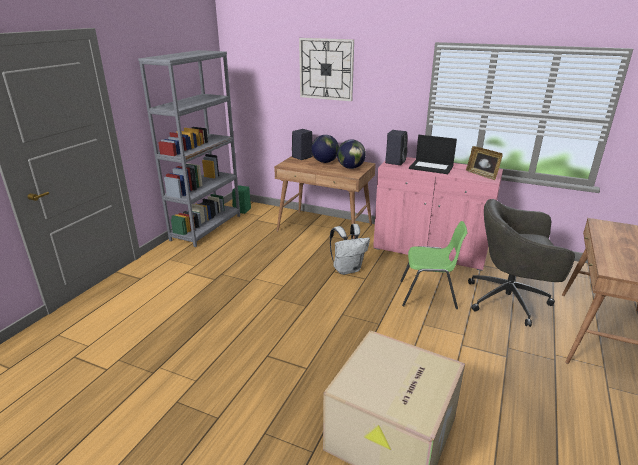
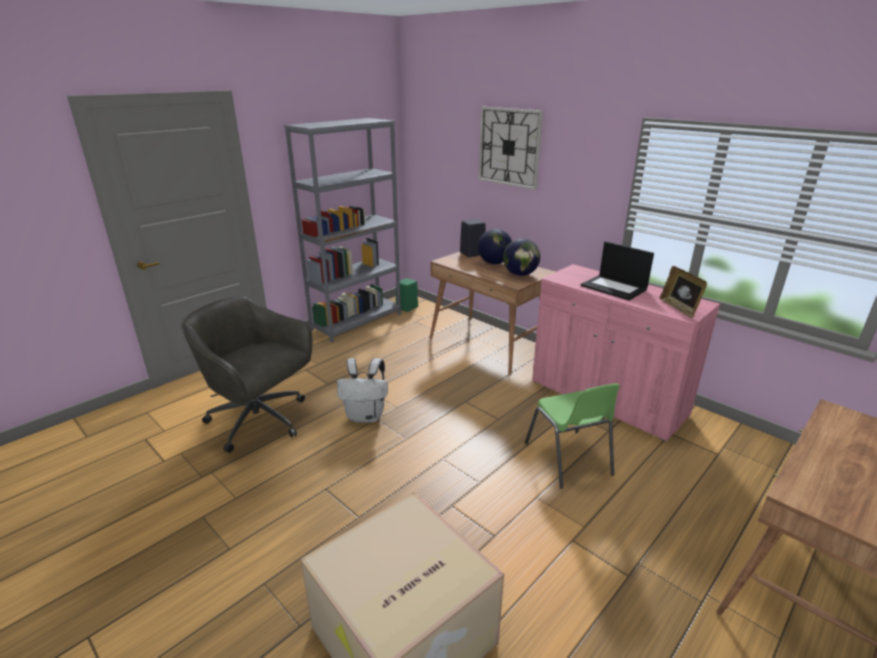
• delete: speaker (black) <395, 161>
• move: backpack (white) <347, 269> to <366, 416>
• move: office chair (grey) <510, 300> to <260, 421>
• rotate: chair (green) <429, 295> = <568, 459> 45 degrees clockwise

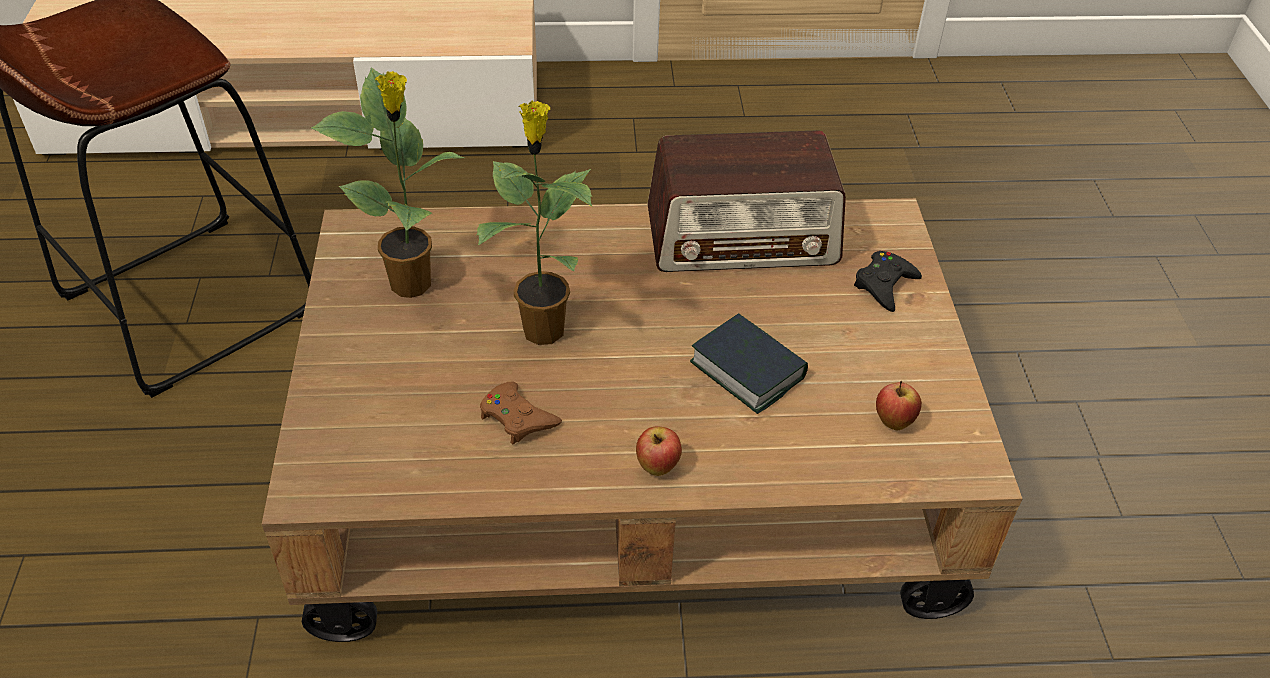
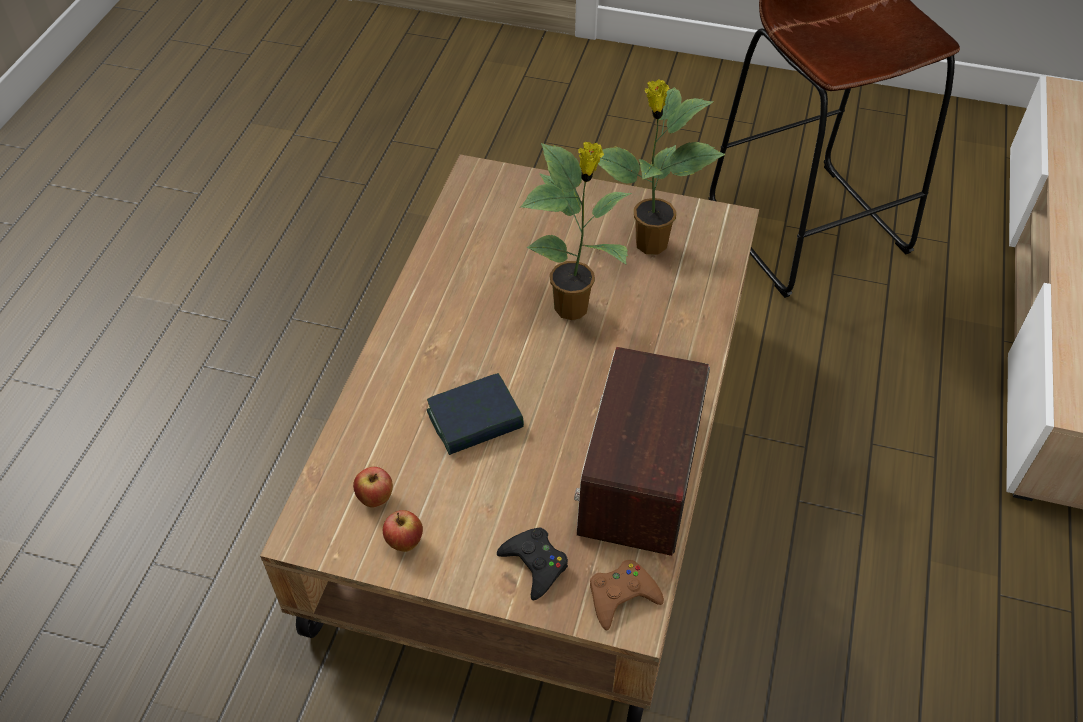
• move: game controller (brown) <517, 418> to <622, 596>
• move: apple <657, 467> to <404, 542>

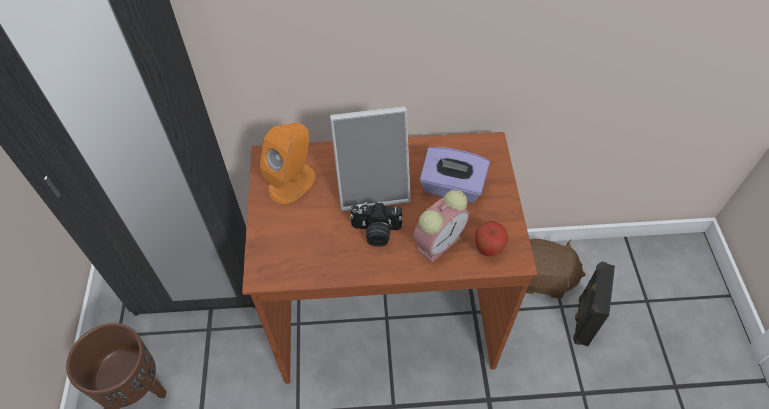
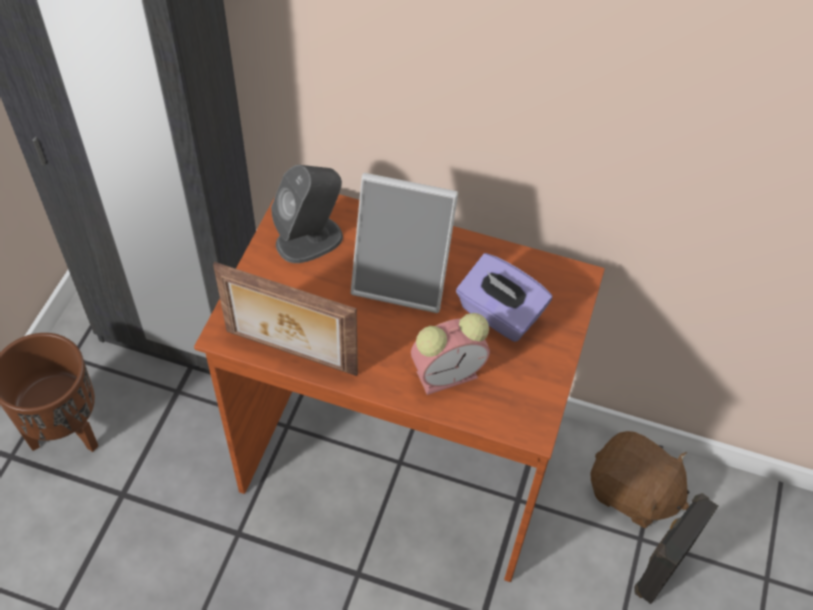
• delete: photo camera <376, 232>
• delete: apple <488, 249>
• insert: picture frame <290, 354>
• recolor: speaker (orange) <292, 182> to speaker (grey) <310, 239>

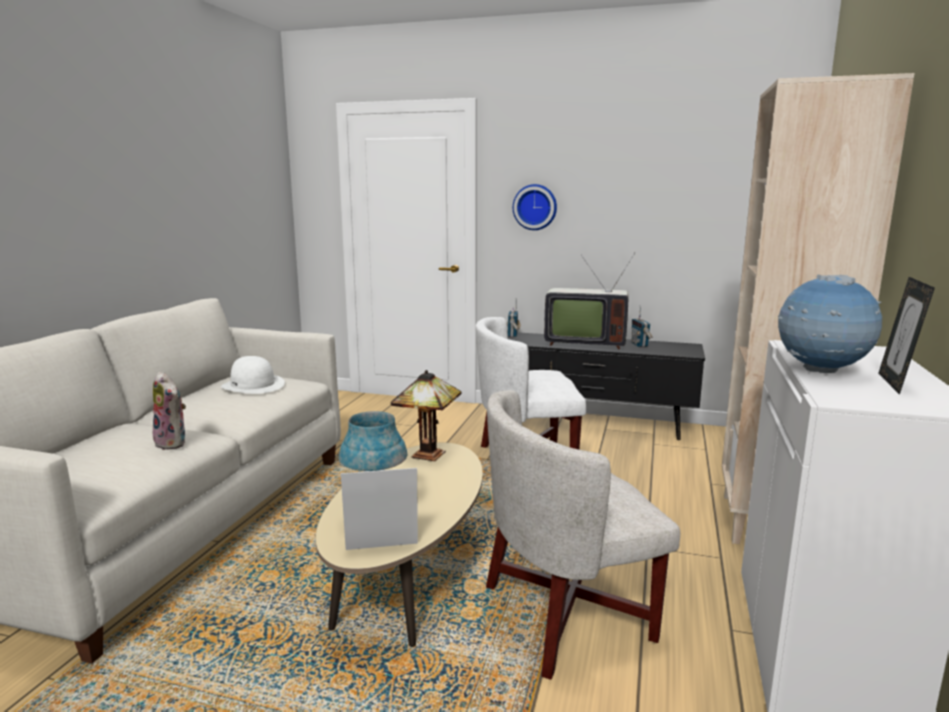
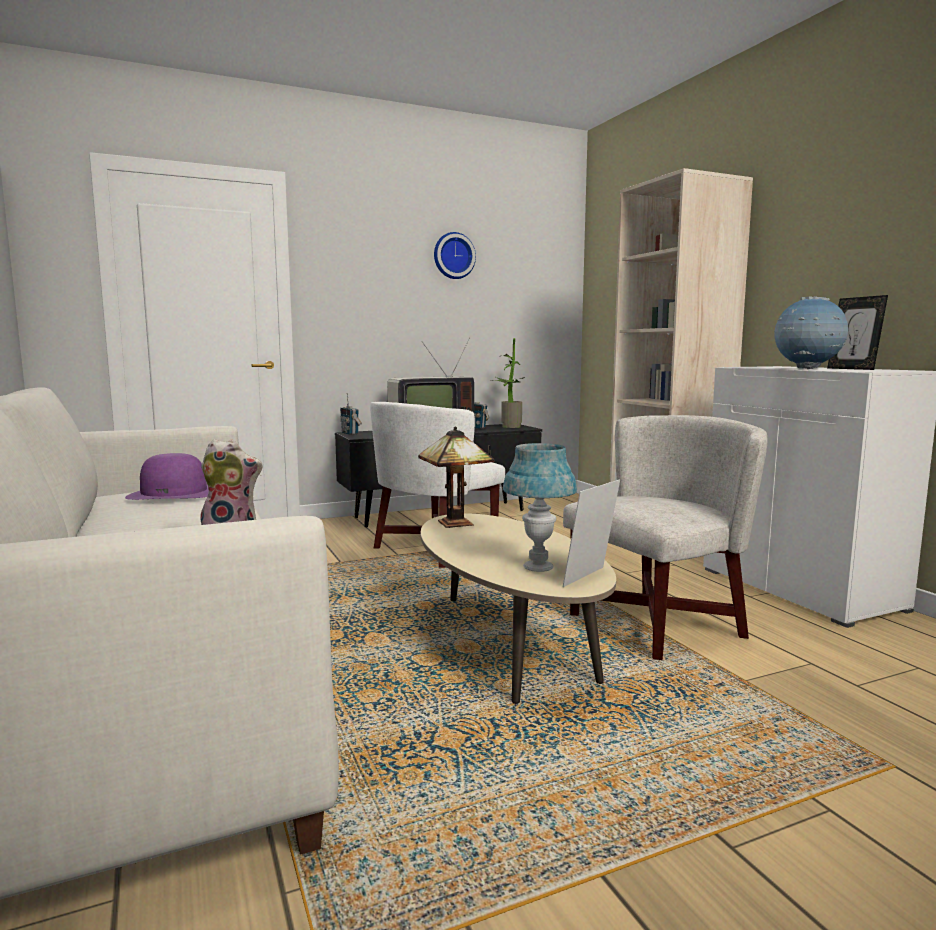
• insert: potted plant <508, 426>
• move: wall clock <535, 207> to <453, 256>
• recolor: hat (white) <253, 385> to hat (purple) <174, 494>
• rotate: armchair (white) <566, 614> = <655, 624> 150 degrees counterclockwise

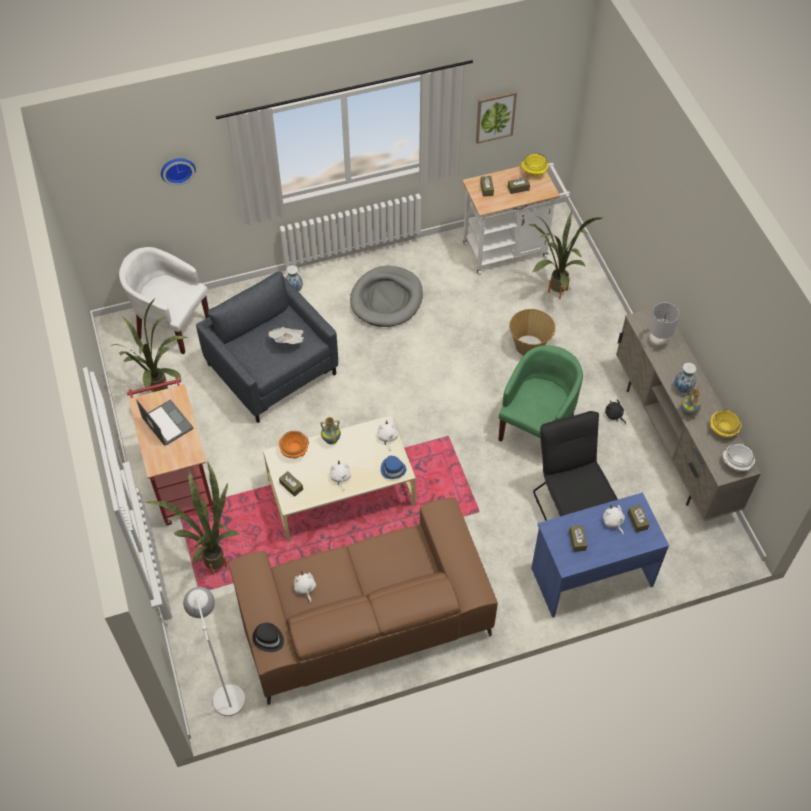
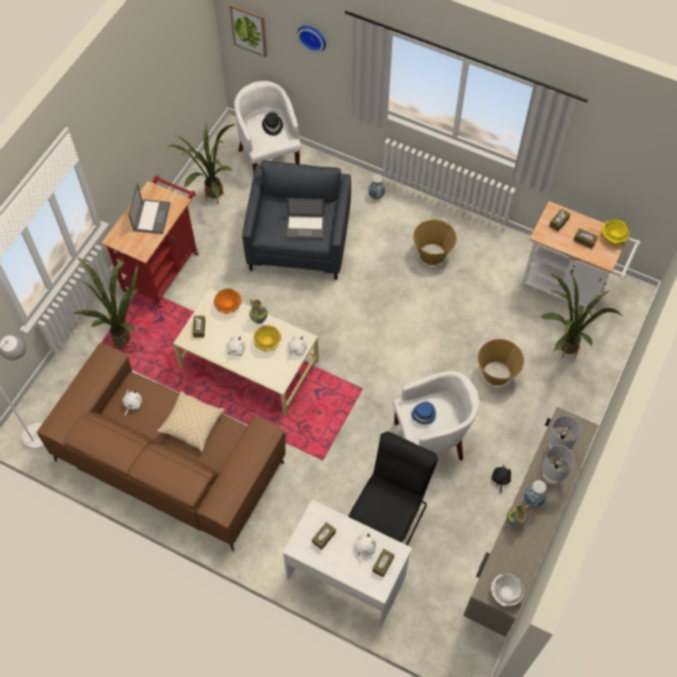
• insert: pillow (beige) <192, 425>
• insert: table lamp (grey) <551, 477>
• move: hat (black) <268, 639> to <272, 126>
• move: hat (blue) <393, 469> to <424, 414>
• move: picture <495, 116> to <249, 29>
• move: bowl (yellow) <723, 429> to <267, 343>
• replace: newspaper <288, 341> to laptop <305, 226>
• replace: dog bed (grey) <387, 299> to basket <432, 254>
• recolor: armchair (green) <537, 428> to armchair (white) <431, 438>
• recolor: desk (blue) <590, 576> to desk (white) <346, 576>

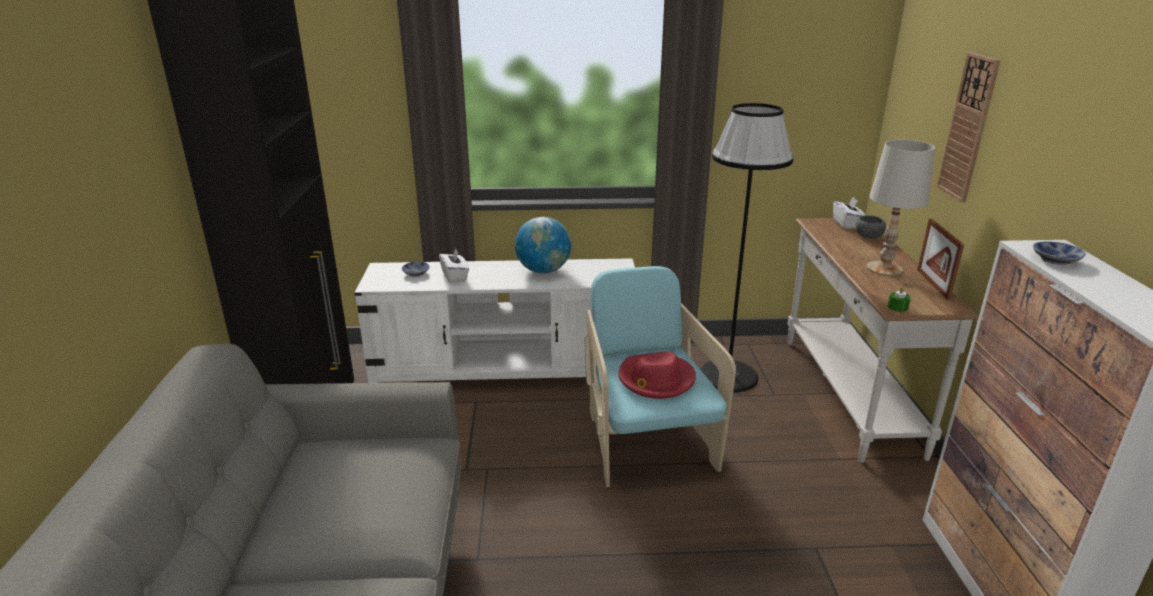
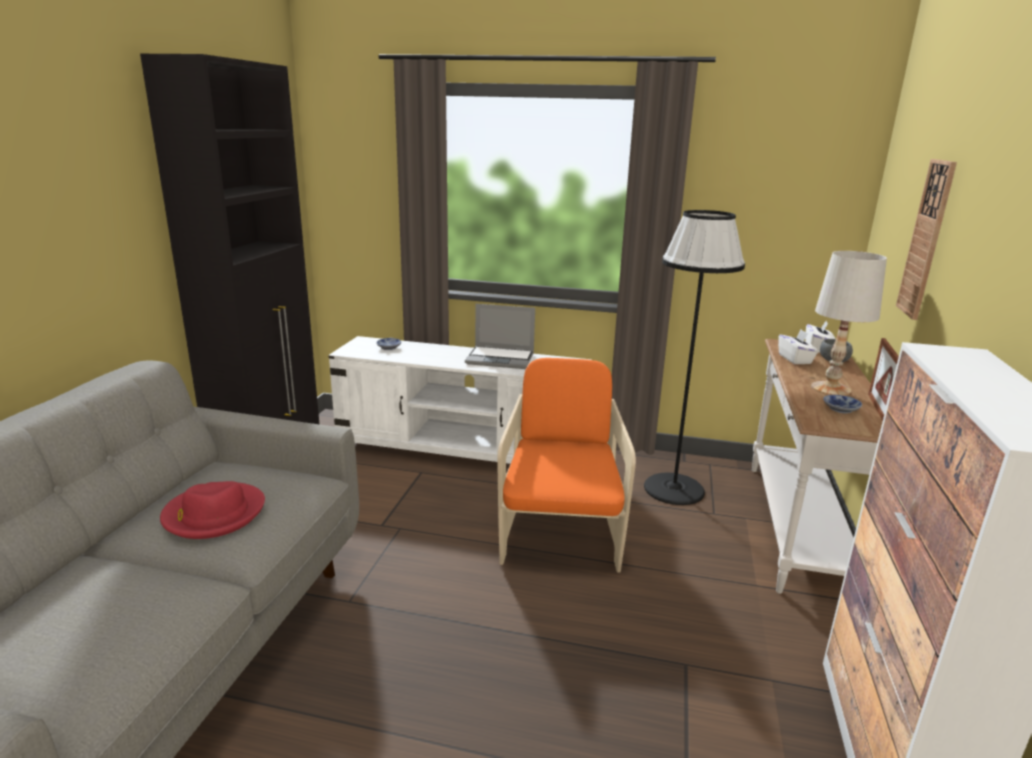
• delete: candle (green) <897, 307>
• move: tissue box (white) <455, 276> to <795, 359>
• move: hat (red) <655, 379> to <214, 514>
• move: bowl <1057, 259> to <842, 409>
• replace: globe <543, 270> to laptop <501, 359>
• recolor: armchair (turquoise) <646, 442> to armchair (orange) <560, 533>

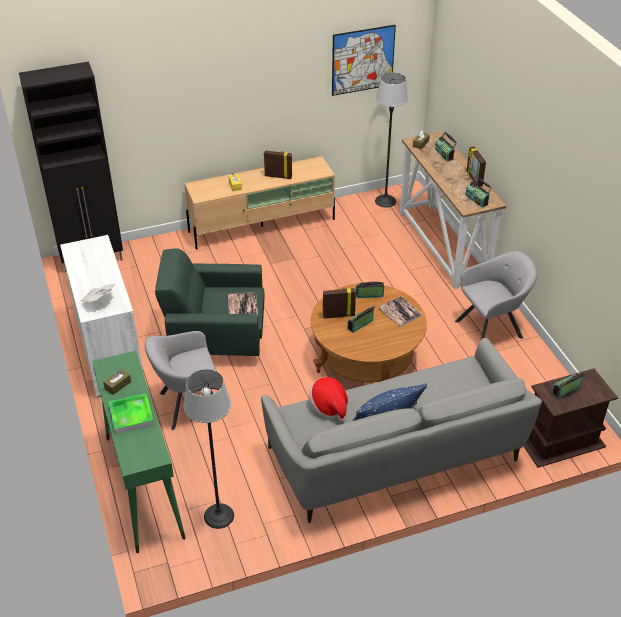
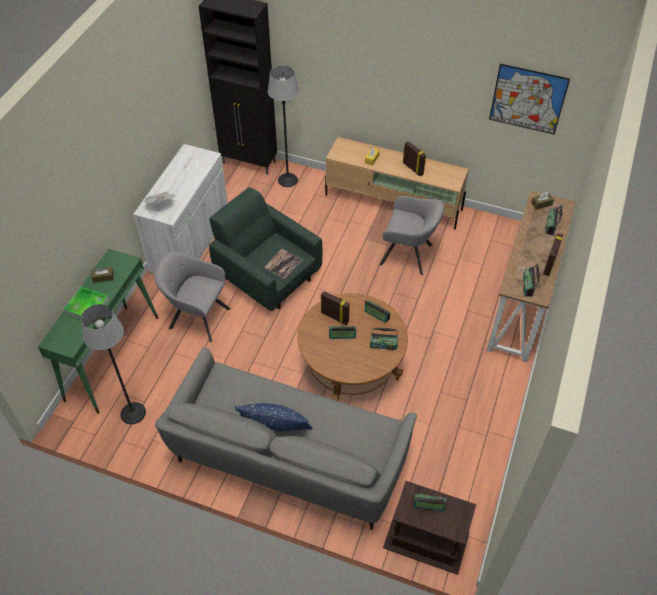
• delete: hat <329, 406>
• move: floor lamp <385, 201> to <287, 180>
• move: armchair (grey) <491, 328> to <408, 255>
• replace: book <399, 312> to radio <383, 345>

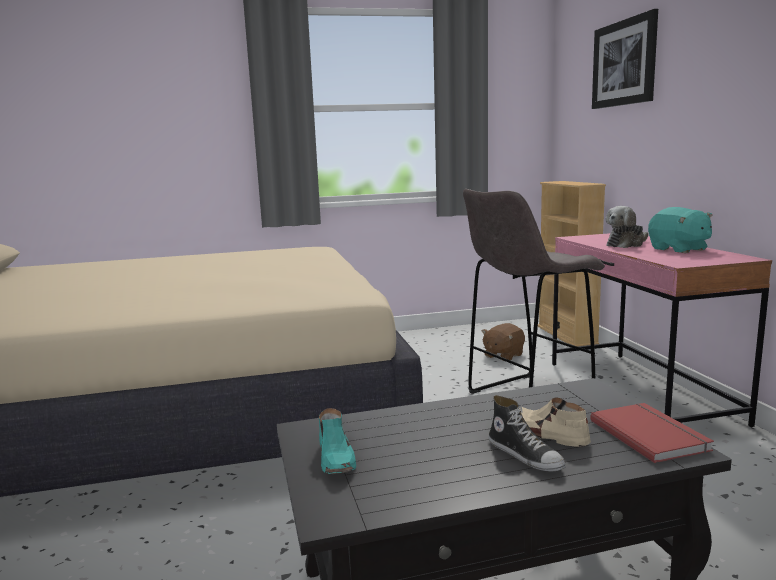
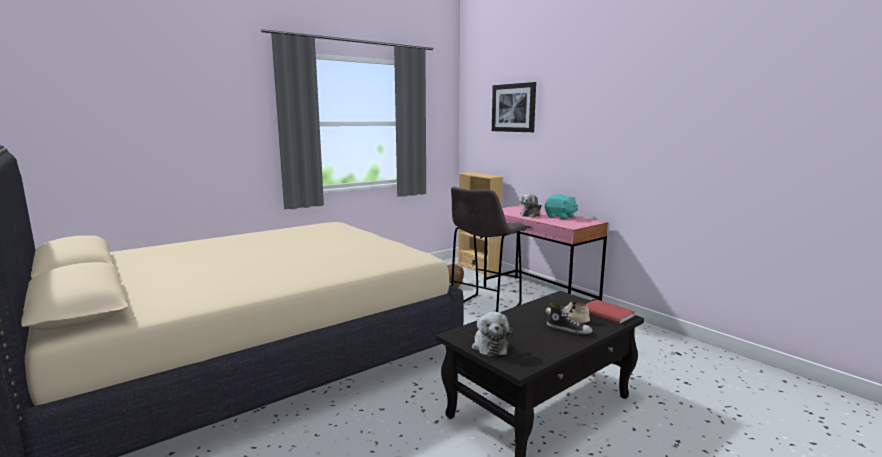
• replace: shoe (turquoise) <336, 459> to plush toy <489, 345>

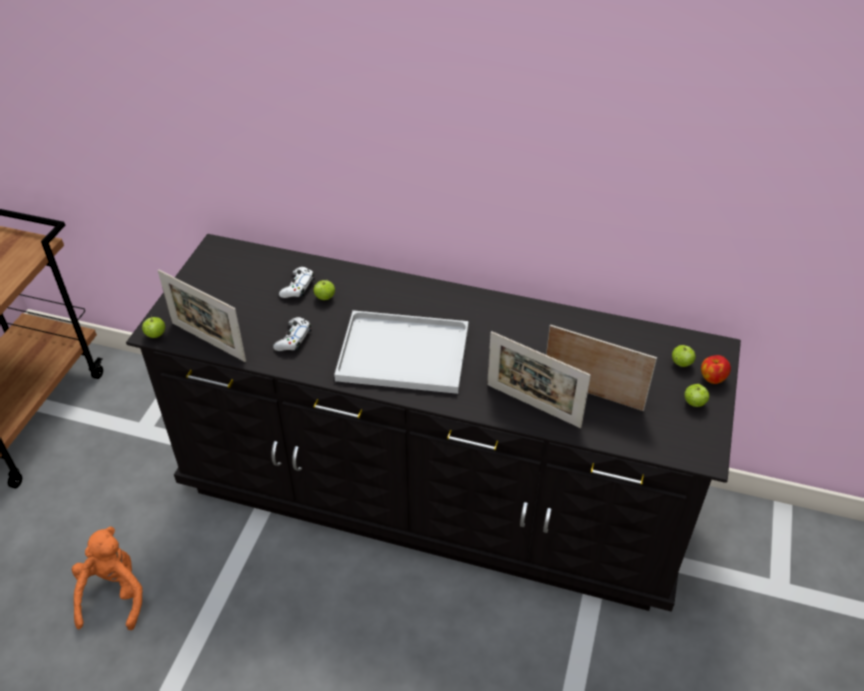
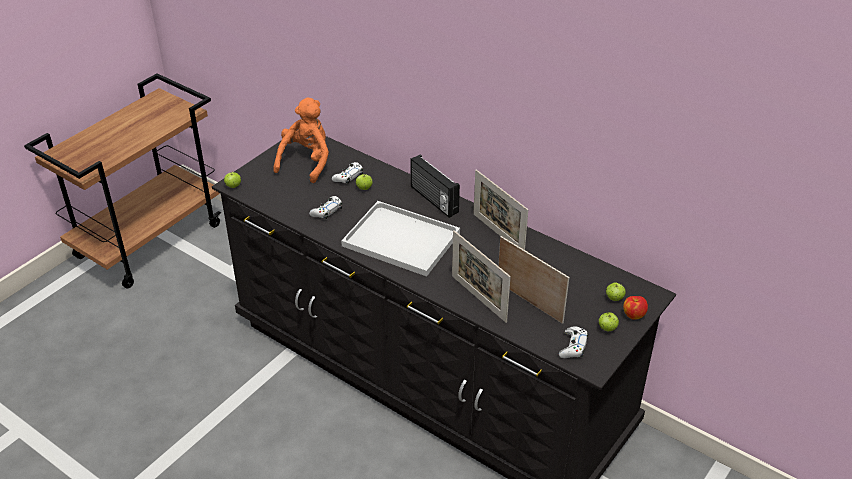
• insert: radio <433, 200>
• insert: game controller (white) <573, 346>
• move: plush toy (orange) <114, 594> to <306, 162>
• move: picture frame <208, 341> to <498, 234>

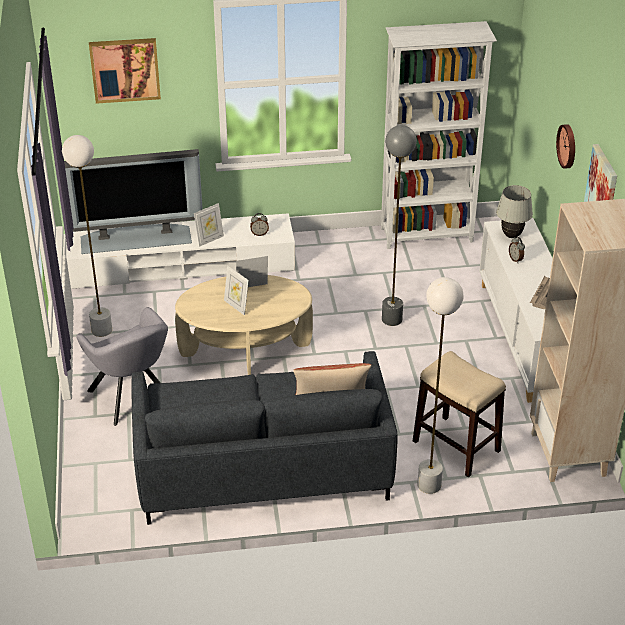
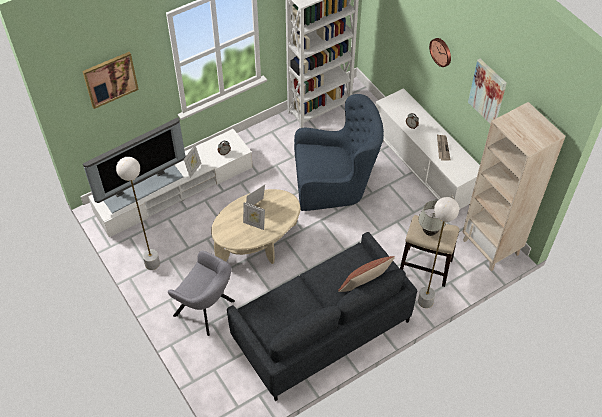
• move: table lamp (white) <511, 236> to <429, 232>
• replace: floor lamp (grey) <392, 319> to armchair (blue) <335, 184>

